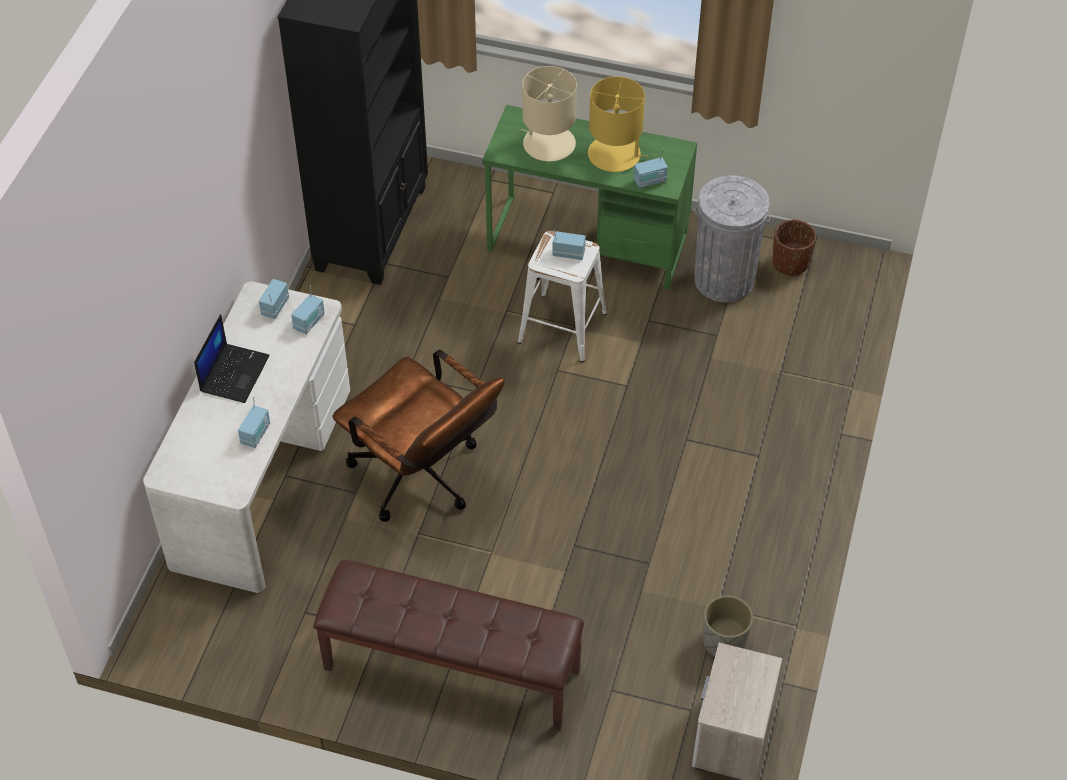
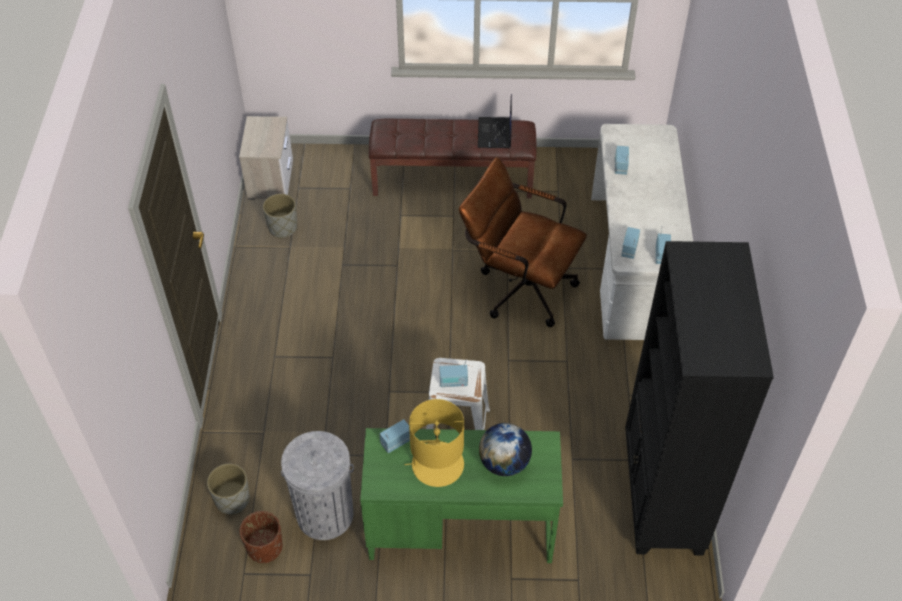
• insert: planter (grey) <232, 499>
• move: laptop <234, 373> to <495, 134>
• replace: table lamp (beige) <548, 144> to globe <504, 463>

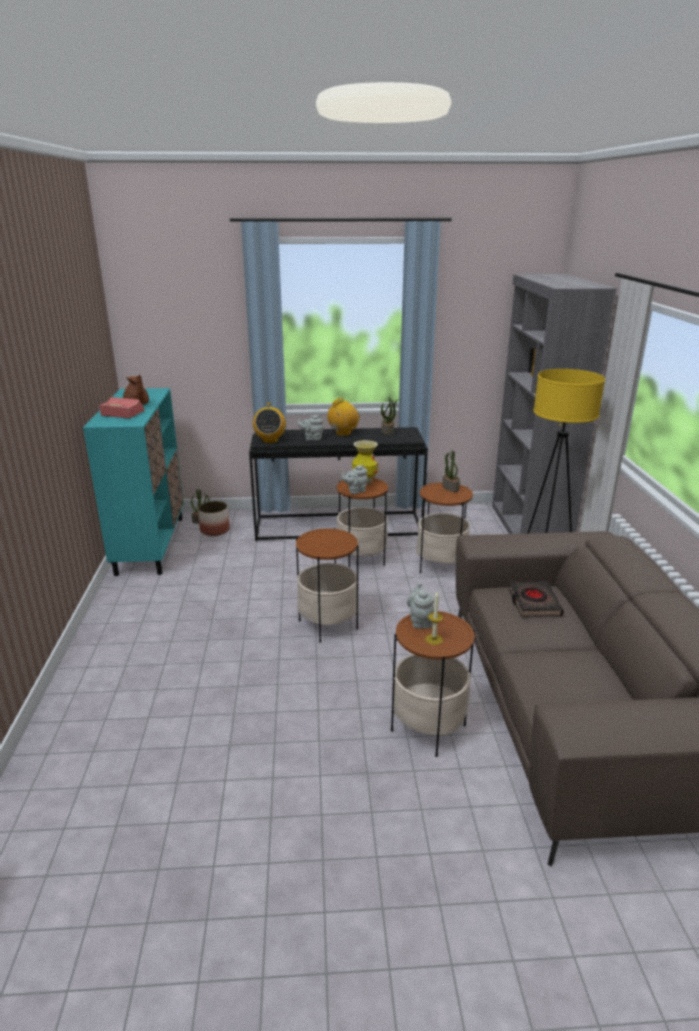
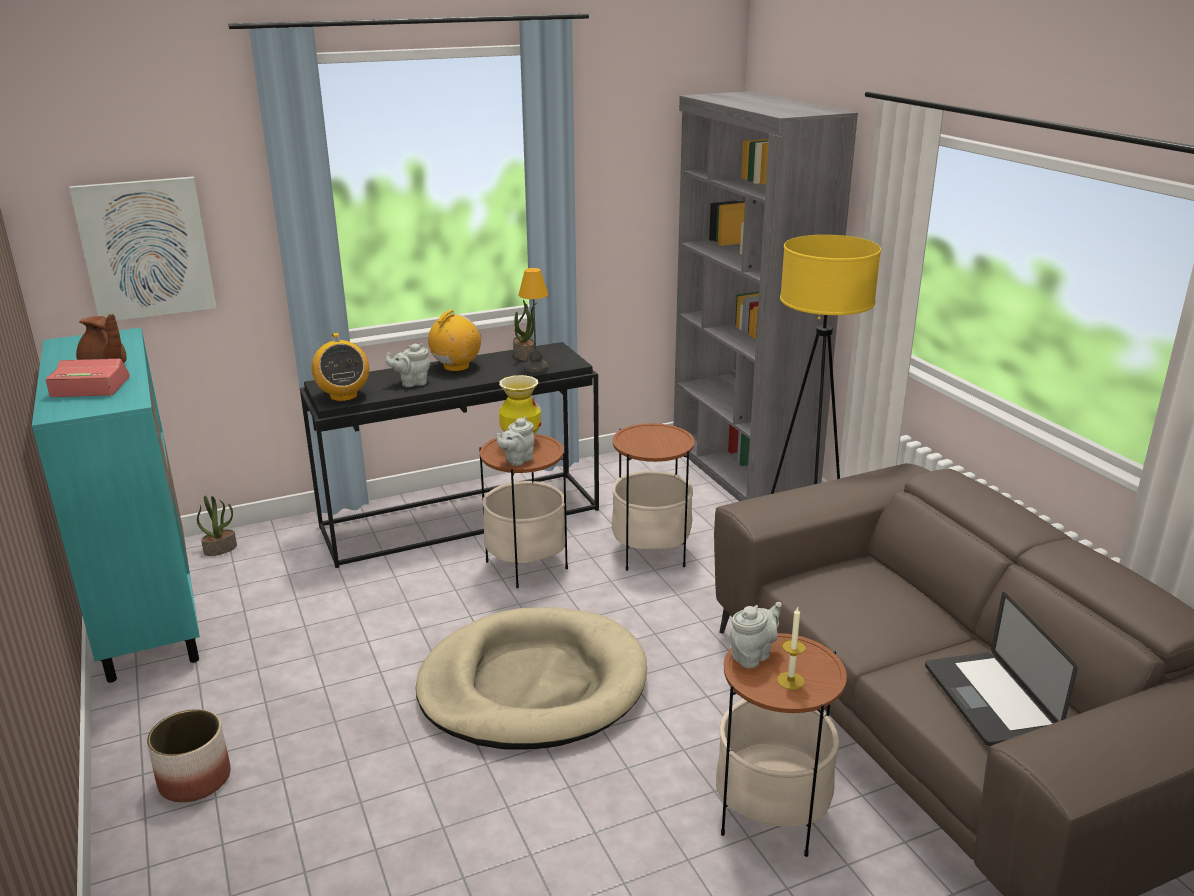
• delete: potted plant <450, 488>
• delete: book (black) <533, 602>
• insert: picture <146, 249>
• insert: table lamp <535, 367>
• insert: laptop <989, 700>
• move: planter <214, 530> to <194, 779>
• replace: side table <327, 624> to dog bed (beige) <532, 685>
• rotate: teapot (grey) <420, 621> = <753, 655> 75 degrees clockwise

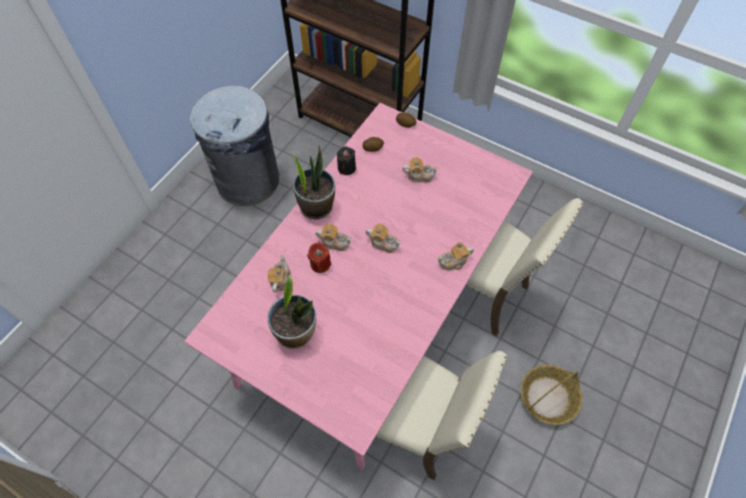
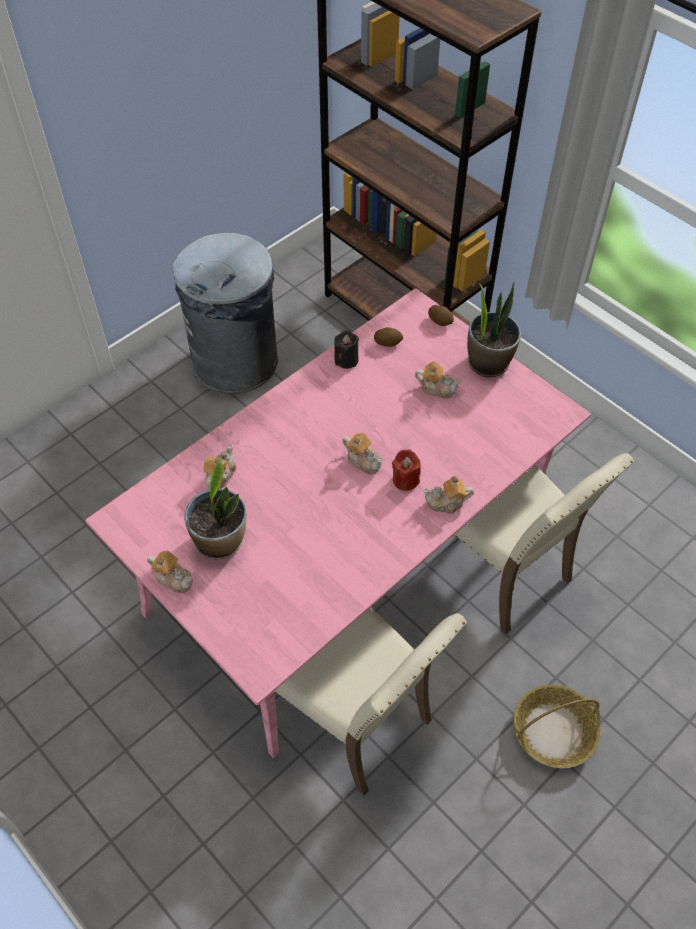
• move: potted plant <316, 206> to <488, 362>
• move: candle (red) <320, 264> to <405, 480>
• move: teapot <334, 242> to <173, 578>

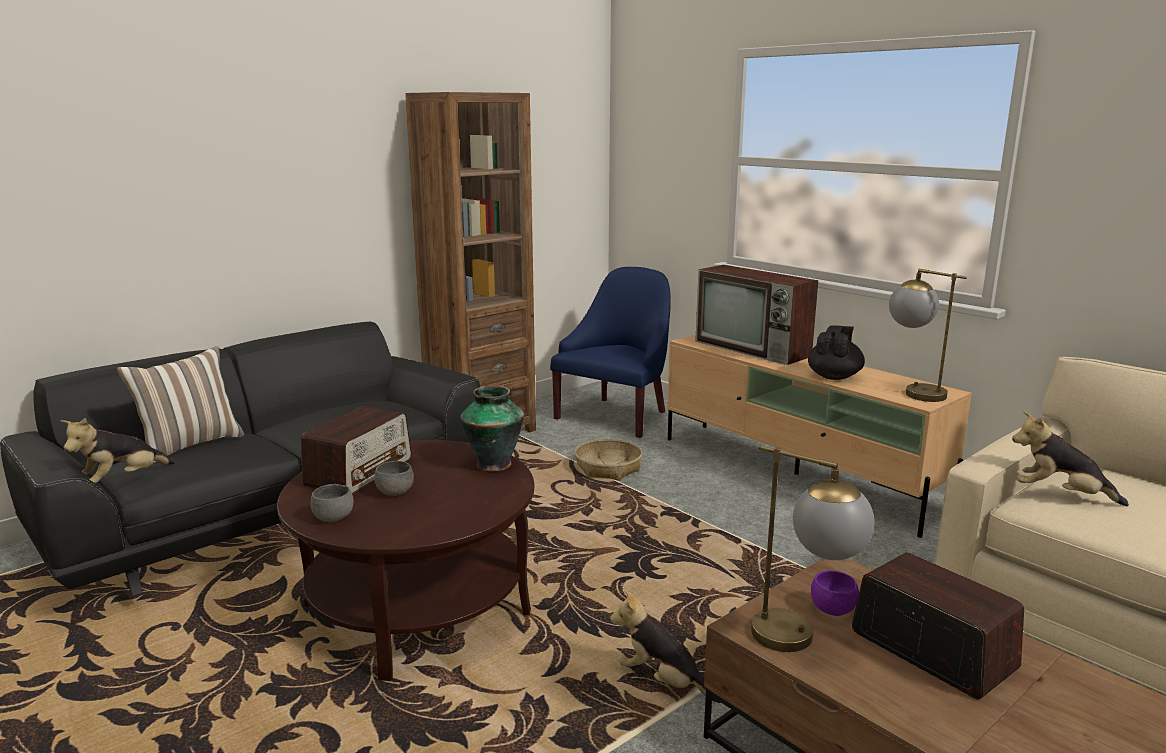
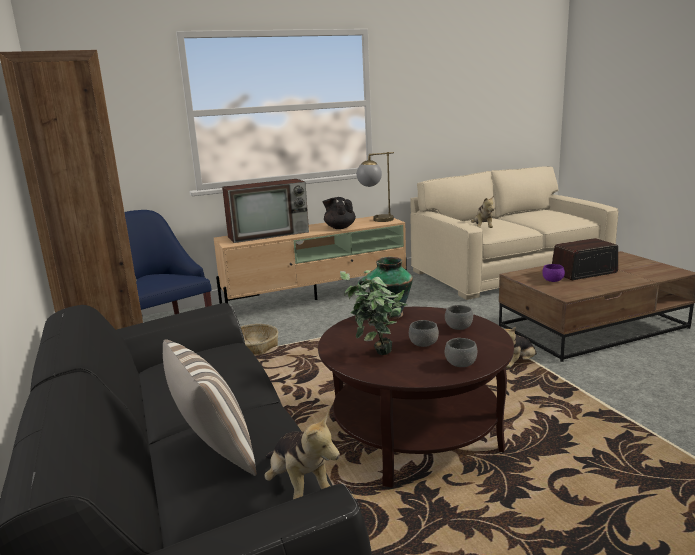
• delete: table lamp <803, 641>
• insert: bowl (grey) <458, 327>
• replace: radio <360, 472> to potted plant <376, 356>
• rotate: plush toy <1060, 495> = <483, 229> 45 degrees counterclockwise

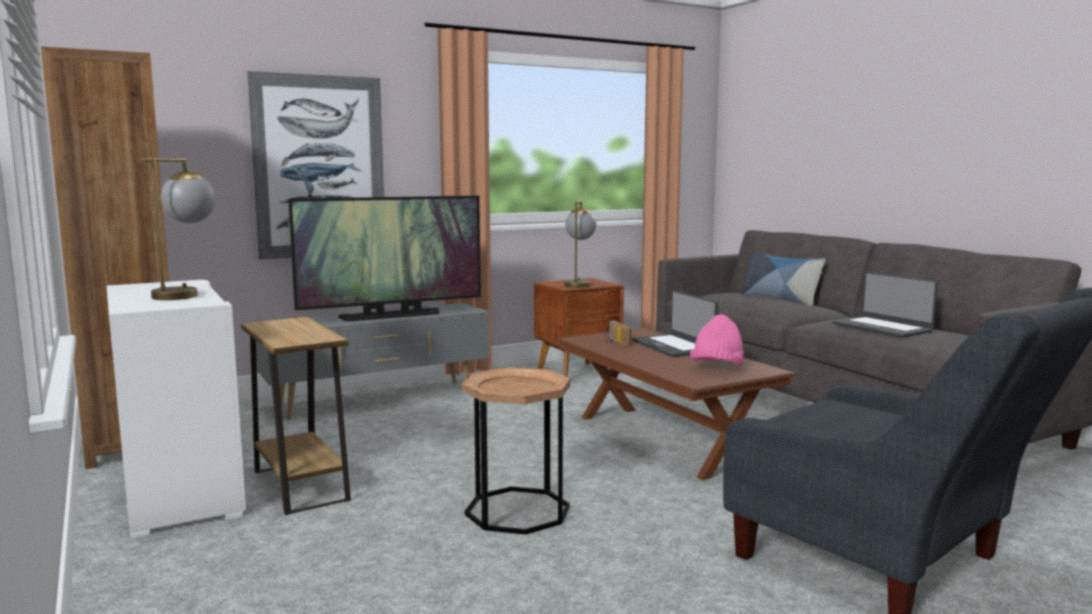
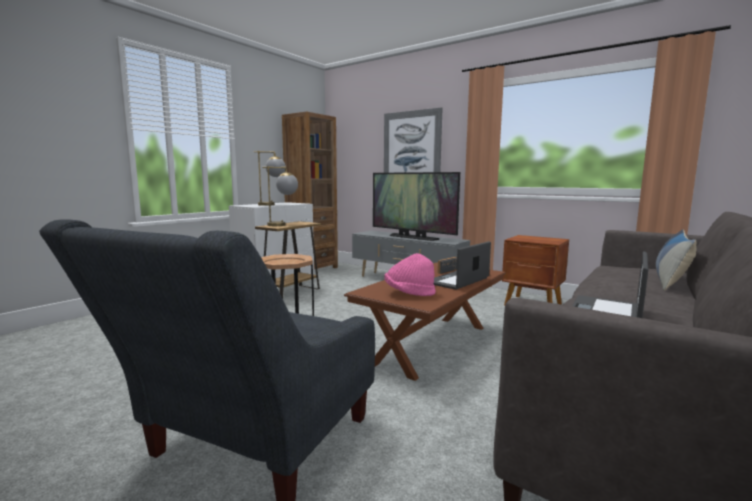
• move: table lamp <578, 284> to <283, 225>

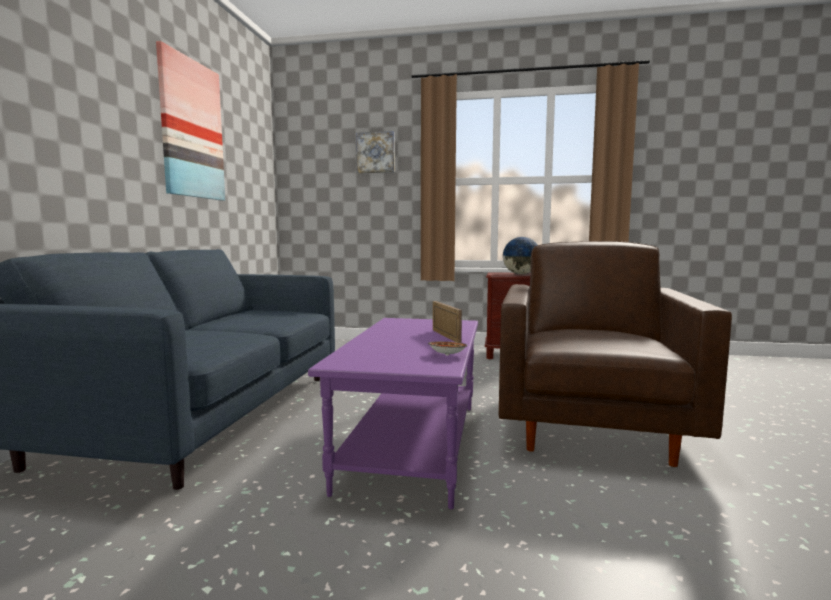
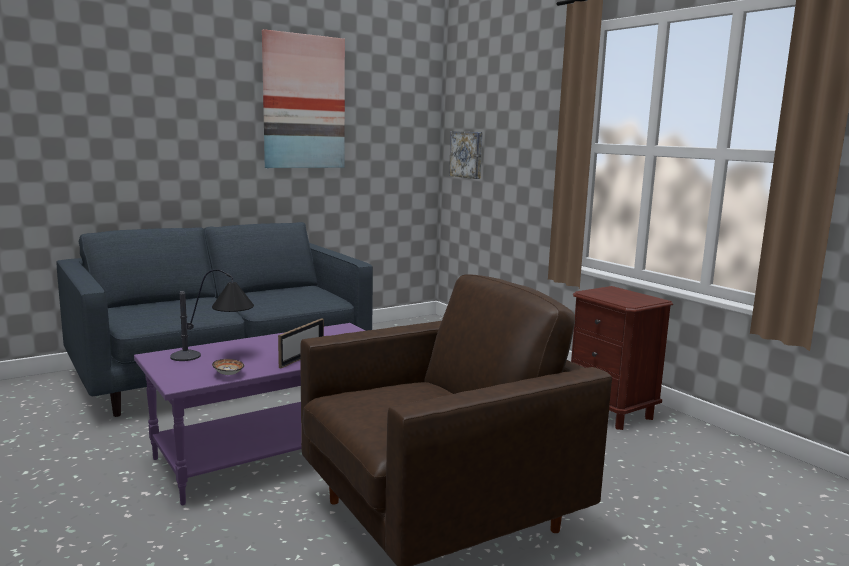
• delete: globe <520, 274>
• insert: table lamp <216, 355>
• move: picture <376, 153> to <467, 154>

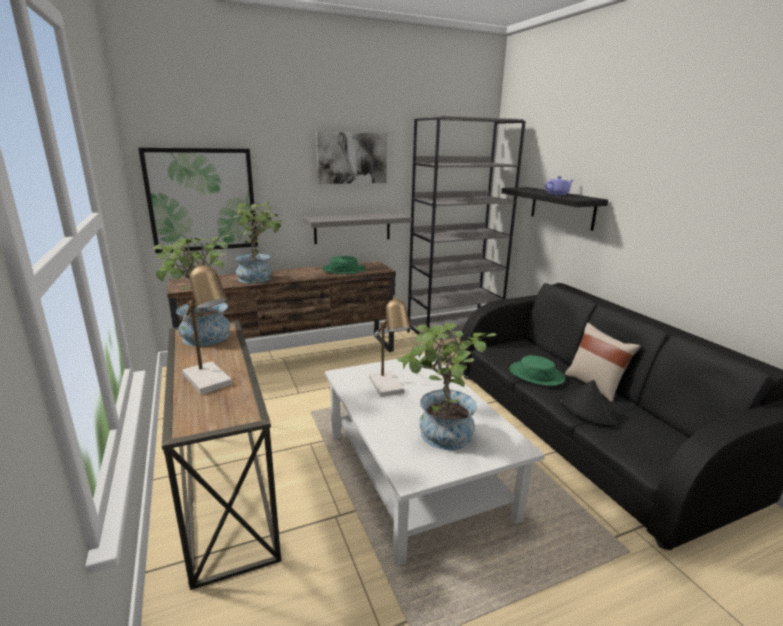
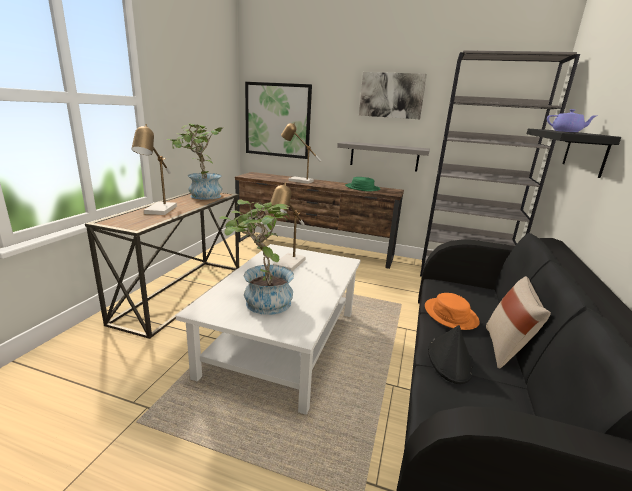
• replace: potted plant <260, 278> to table lamp <297, 181>
• recolor: hat (green) <536, 374> to hat (orange) <450, 314>

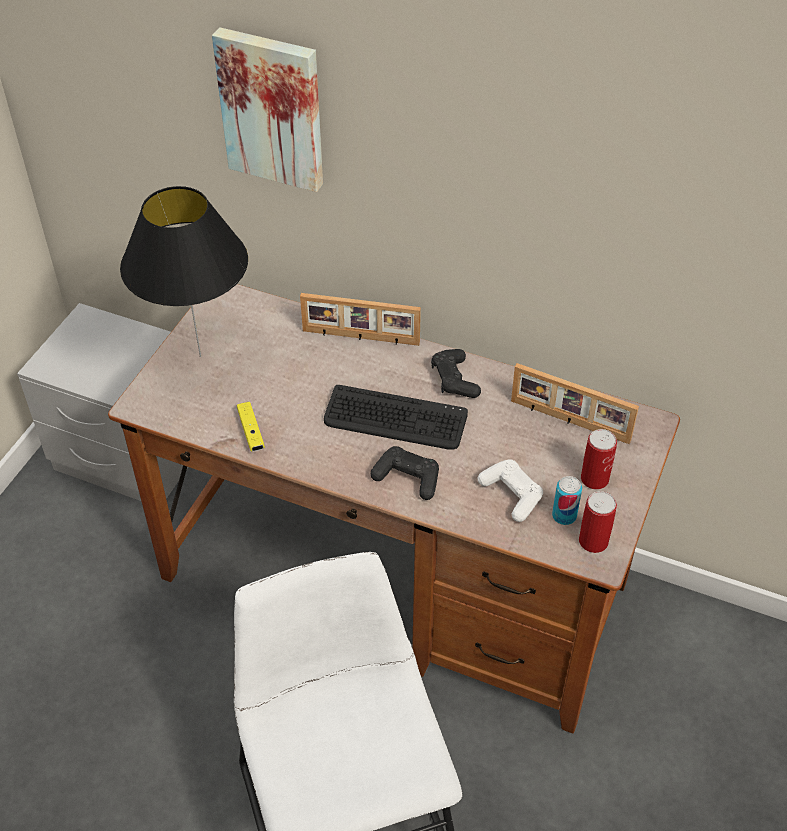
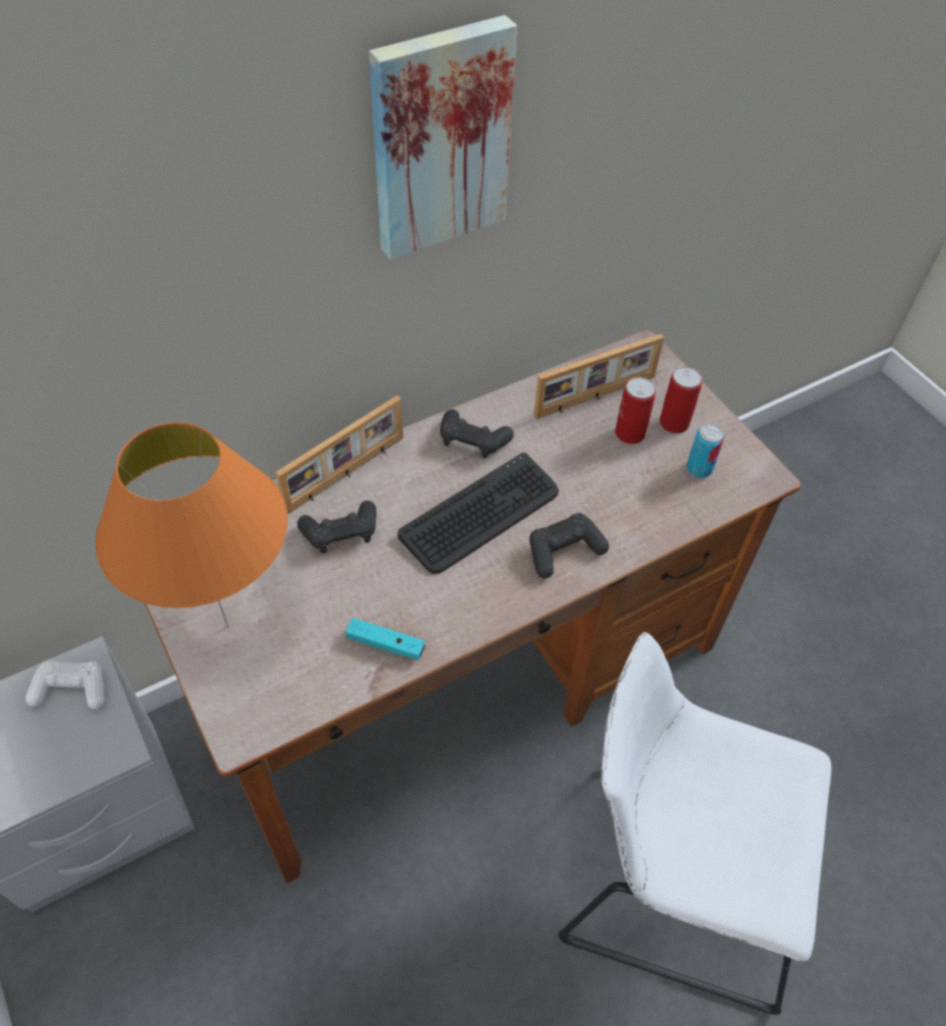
• insert: game controller (black) <341, 533>
• move: picture <273, 108> to <438, 139>
• move: game controller (white) <511, 495> to <72, 689>
• move: can <593, 541> to <629, 433>
• recolor: table lamp (black) <200, 356> to table lamp (orange) <227, 625>
• recolor: game controller (yellow) <251, 432> to game controller (turquoise) <385, 644>

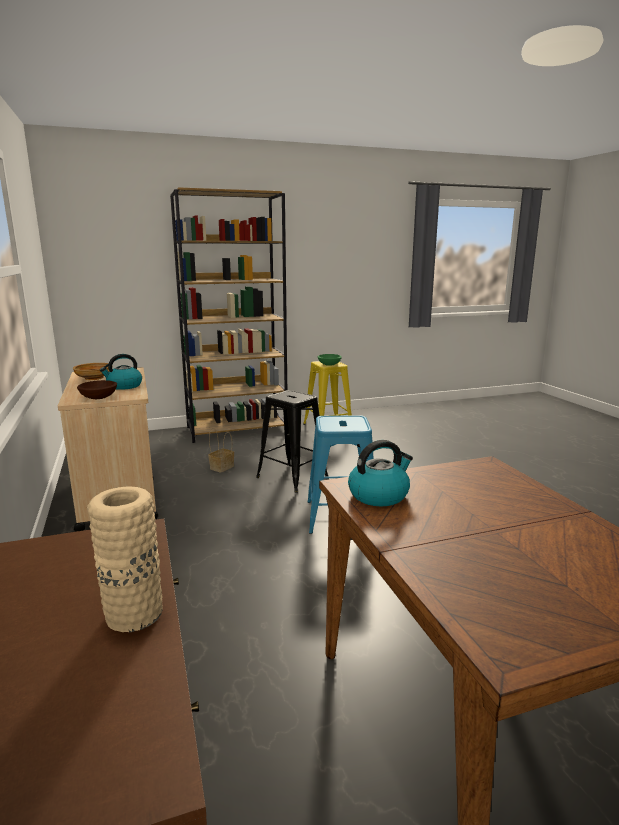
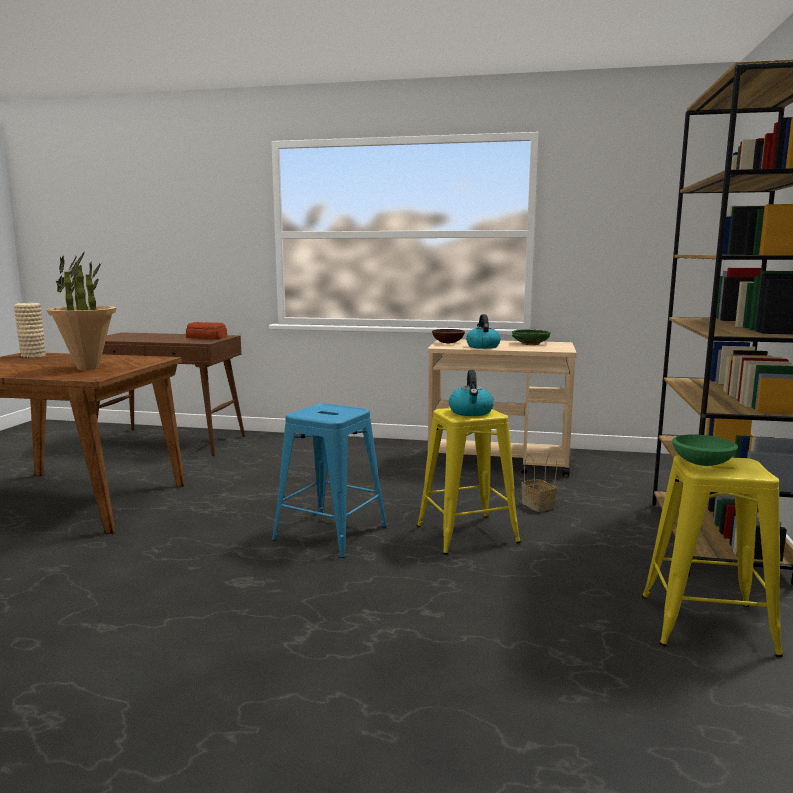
• insert: potted plant <87, 368>
• insert: bread <206, 337>
• move: vase (beige) <134, 614> to <33, 356>
• move: kettle <379, 495> to <471, 412>
• recolor: bowl (beige) <94, 378> to bowl (green) <530, 344>
• recolor: stool (black) <292, 477> to stool (yellow) <467, 534>

